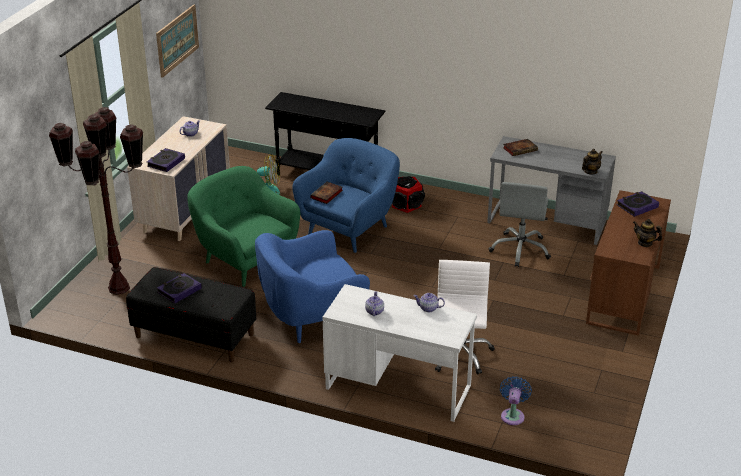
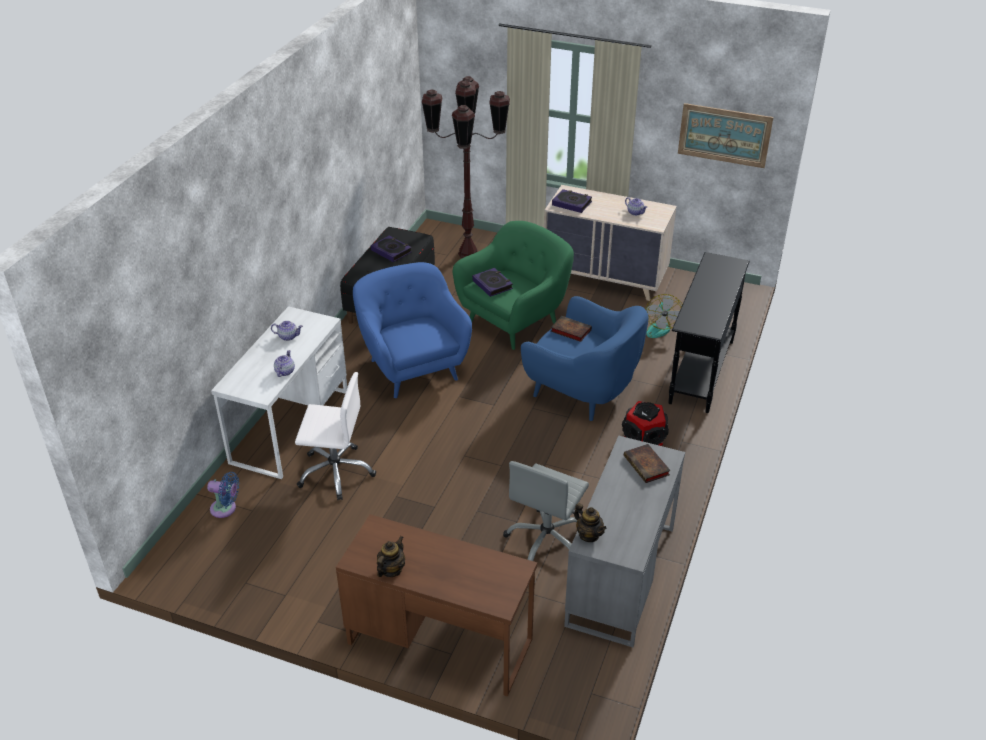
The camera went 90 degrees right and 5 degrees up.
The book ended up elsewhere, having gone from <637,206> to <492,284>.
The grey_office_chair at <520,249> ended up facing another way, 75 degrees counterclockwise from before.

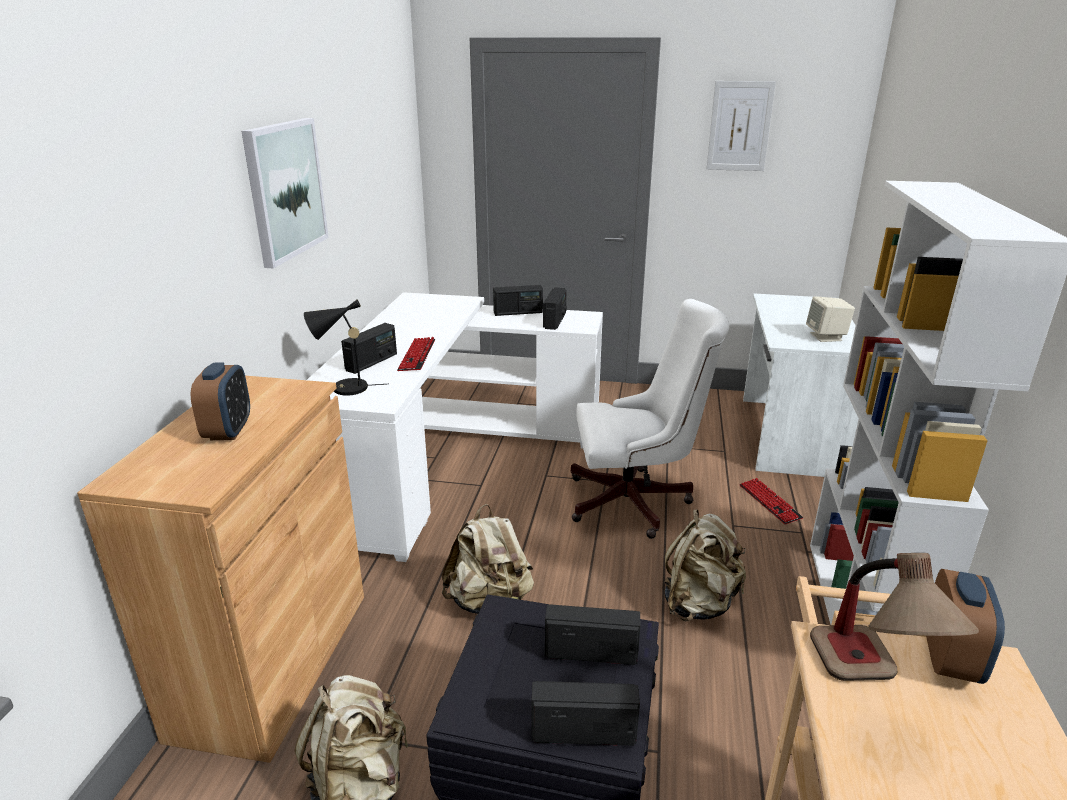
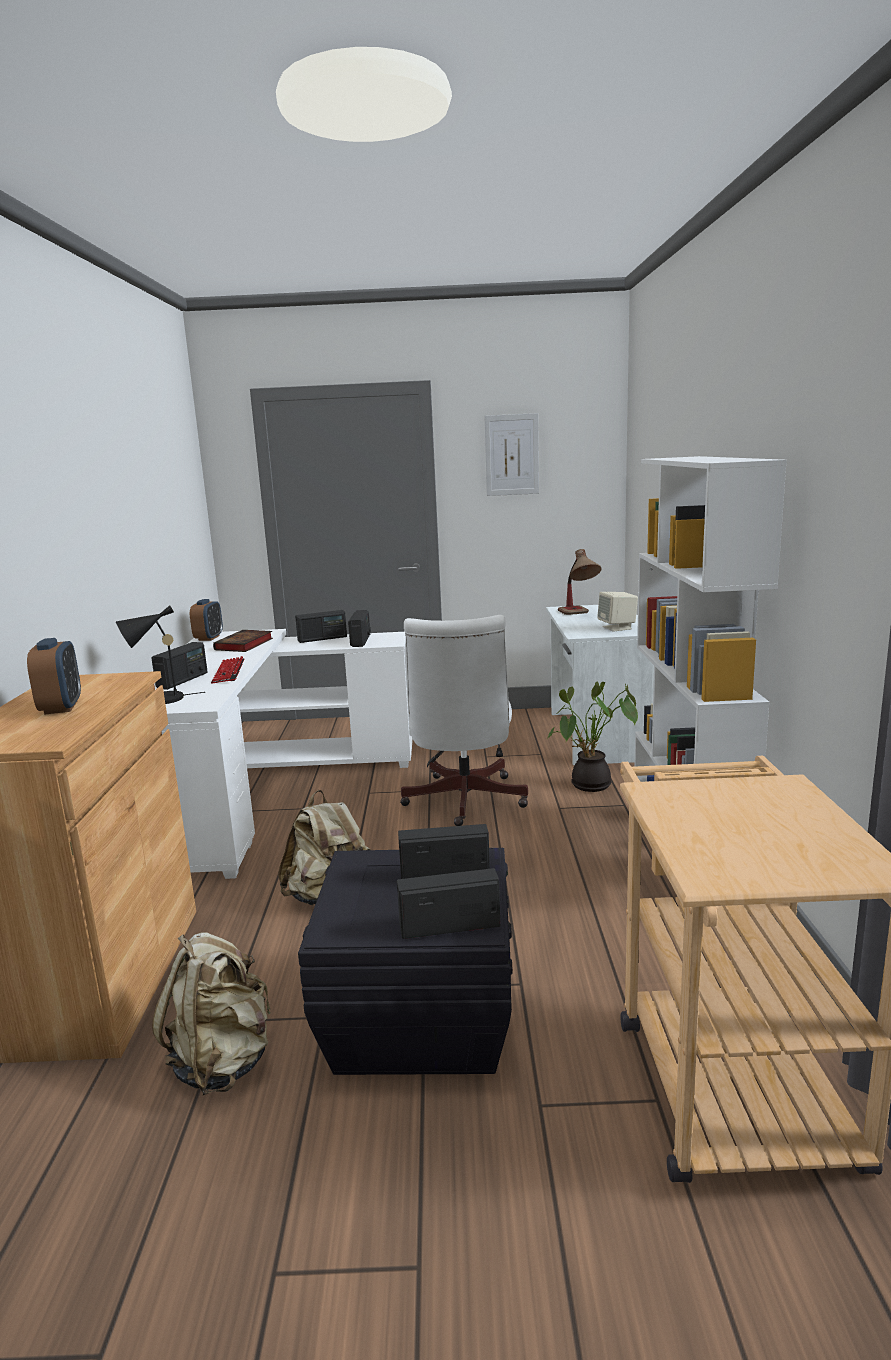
The camera went 10 degrees left and 10 degrees down.
The alarm_clock ended up elsewhere, having gone from <950,659> to <209,638>.
The second view gained the book at <244,645>.
The white_office_chair at <636,502> ended up facing another way, 105 degrees clockwise from before.
Where the keyboard stood at <769,502>, the potted_plant came to stand at <590,786>.
The table_lamp ended up elsewhere, having gone from <870,687> to <579,614>.
The second view lost the picture at <285,190>.
The second view lost the beige_backpack at <699,603>.

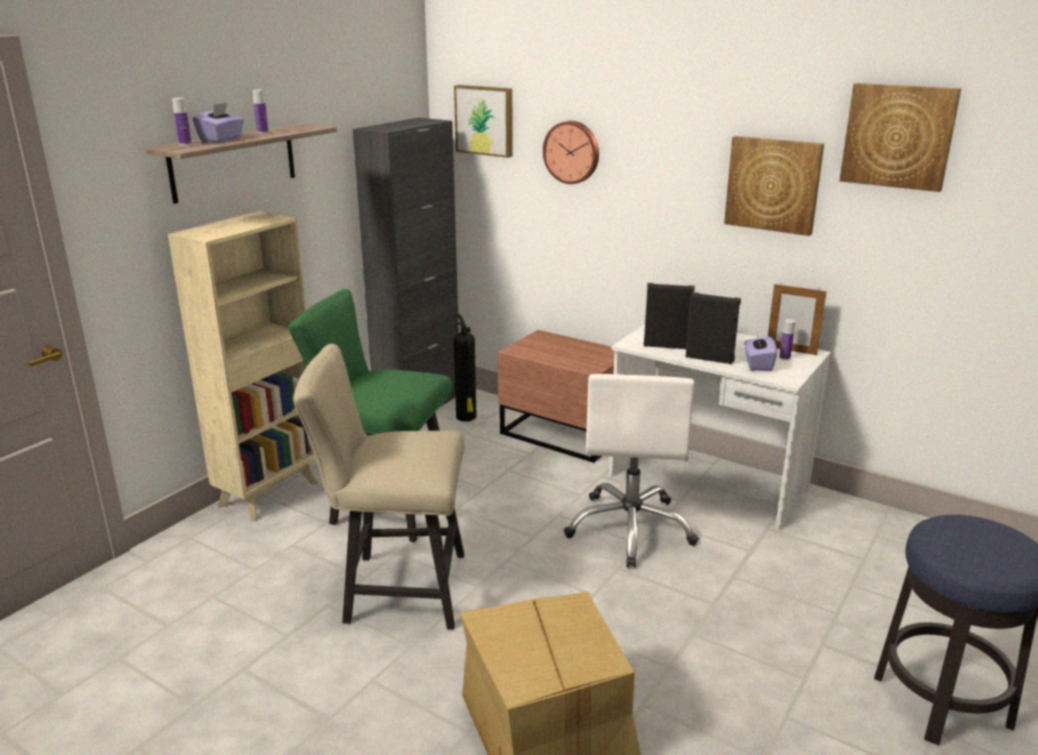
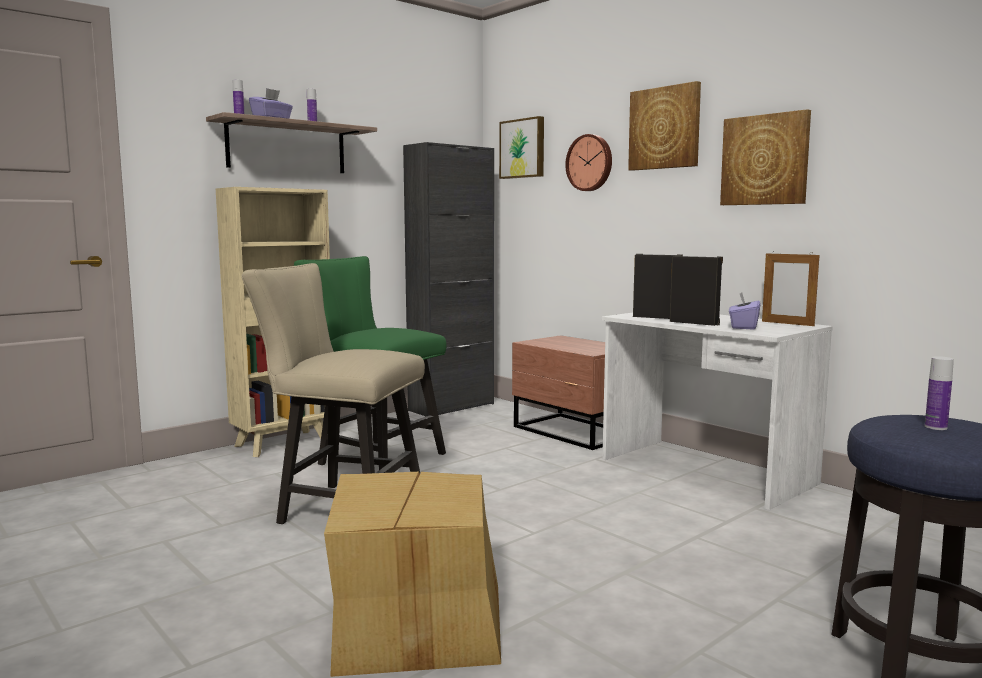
The camera went 15 degrees right and 15 degrees down.
The picture ended up elsewhere, having gone from <898,136> to <665,128>.
The bottle ended up elsewhere, having gone from <784,357> to <935,427>.
The second view lost the fire_extinguisher at <466,417>.
The second view lost the white_office_chair at <631,529>.

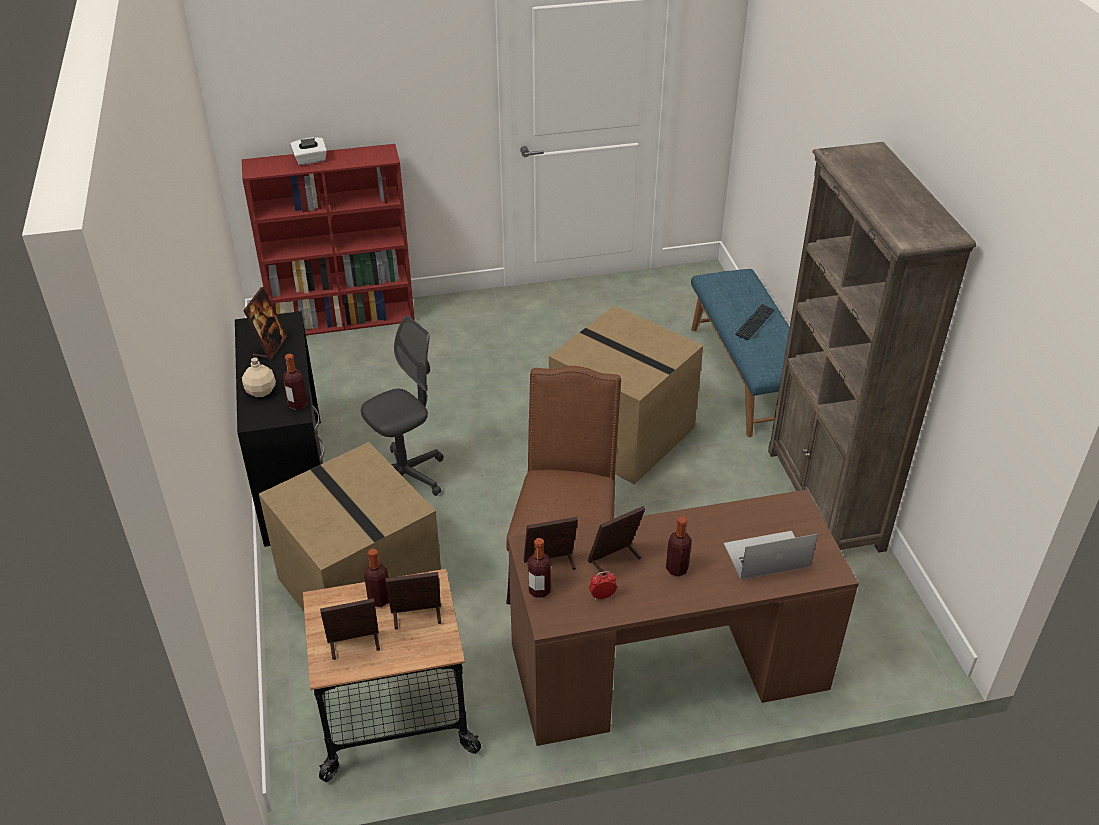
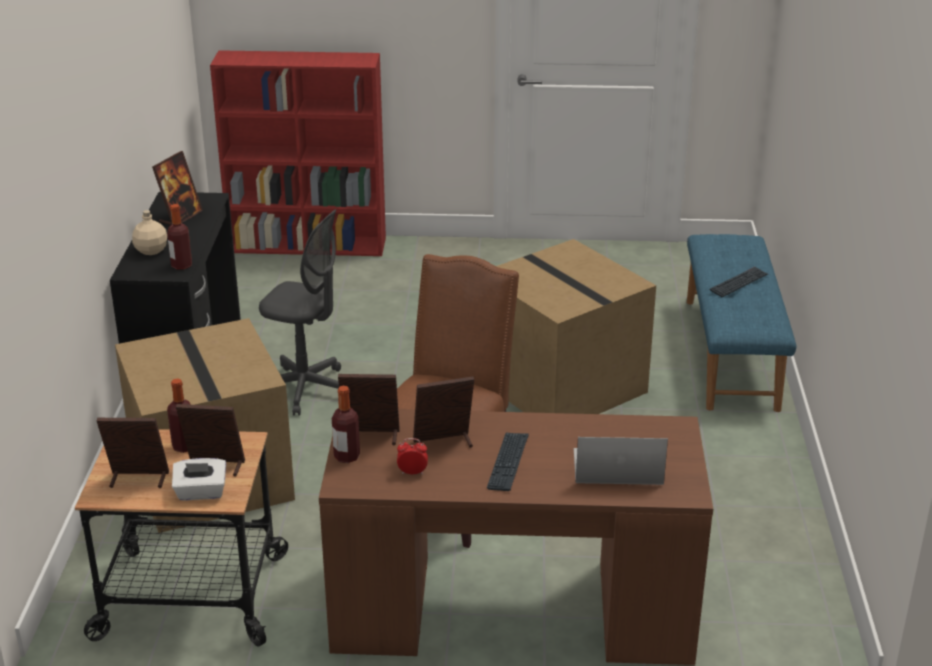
The camera went 15 degrees right and 10 degrees down.
The white_tissue_box ended up elsewhere, having gone from <310,160> to <201,493>.
The grey_office_chair at <405,477> ended up facing another way, 45 degrees clockwise from before.
Where the bottle stood at <677,569>, the keyboard came to stand at <508,462>.
The second view lost the brown_bookcase at <825,499>.

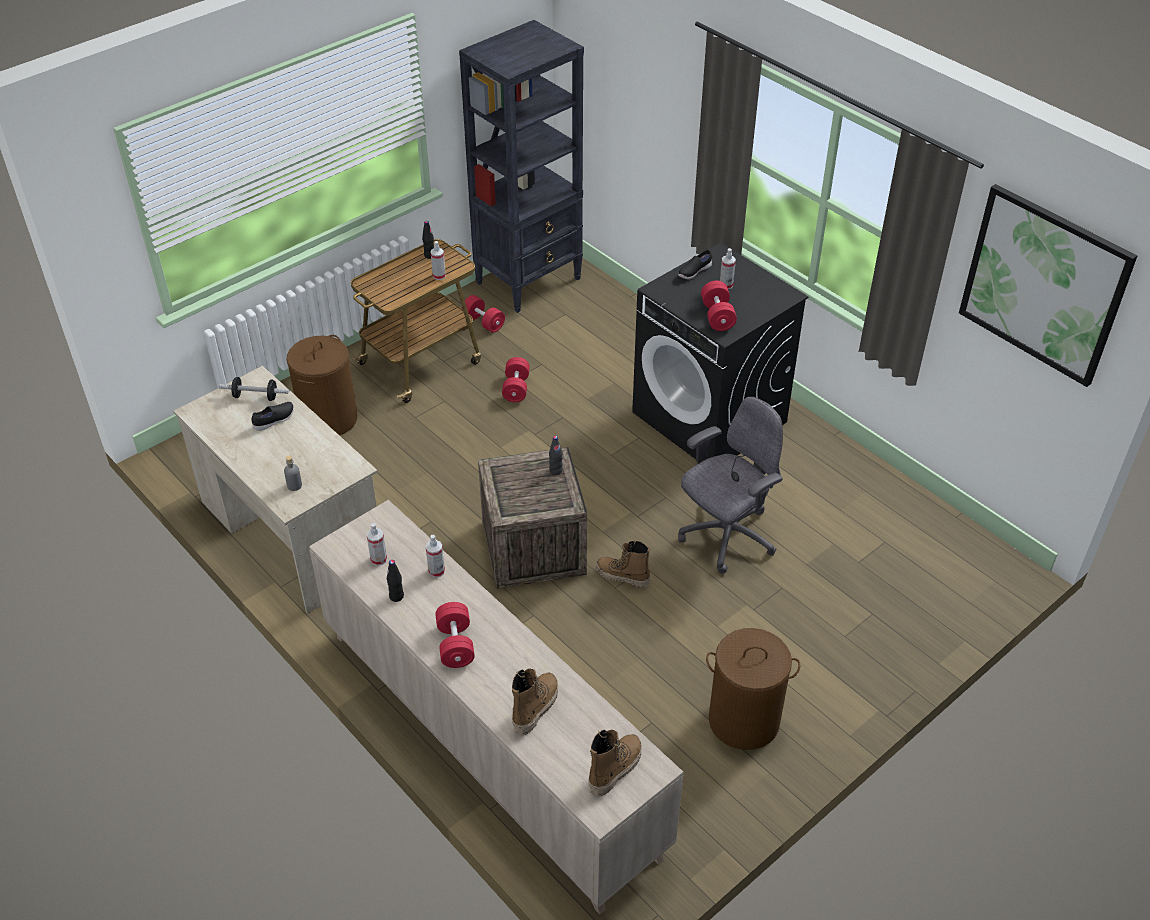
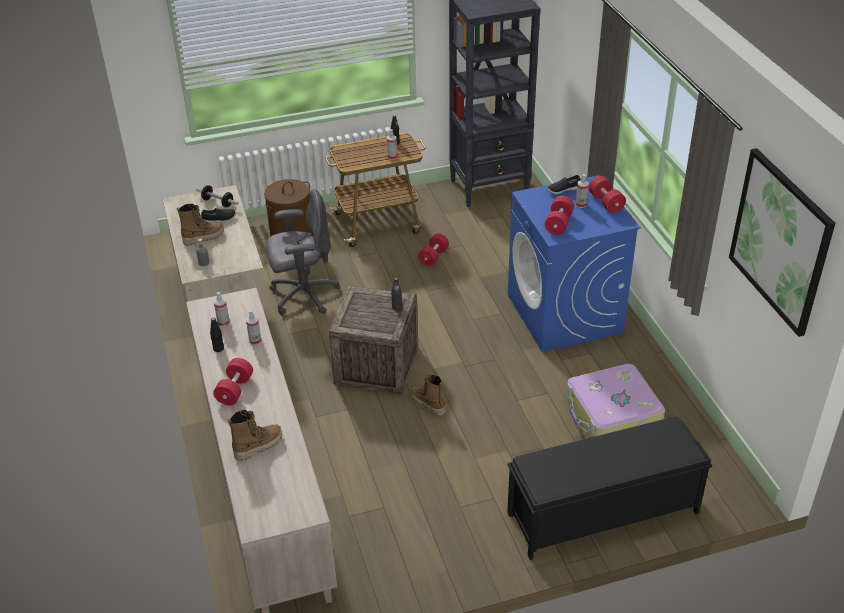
The camera went 25 degrees right and 5 degrees down.
The boot ended up elsewhere, having gone from <614,769> to <203,237>.
The grey_office_chair ended up elsewhere, having gone from <726,537> to <303,295>.
The second view gained the black_bench at <601,513>.
What was the black_washing_machine at <710,417> turned into the blue_washing_machine at <565,314>.
The second view gained the suitcase at <612,414>.
The red_dumbbell ended up elsewhere, having gone from <483,322> to <606,203>.
The second view lost the brown_laundry_basket at <743,720>.

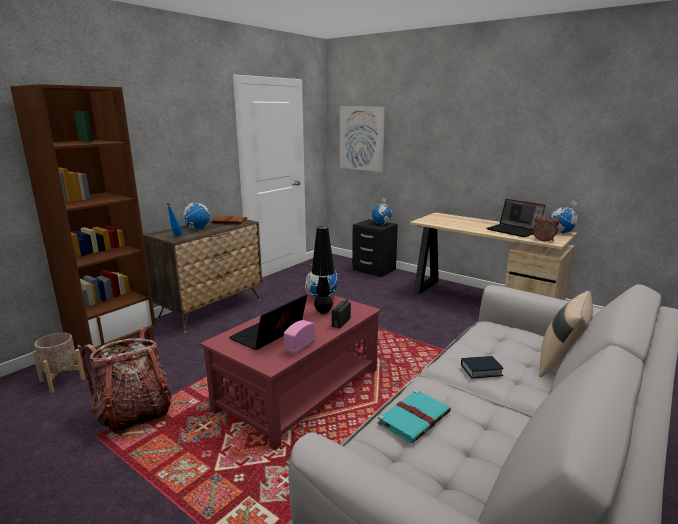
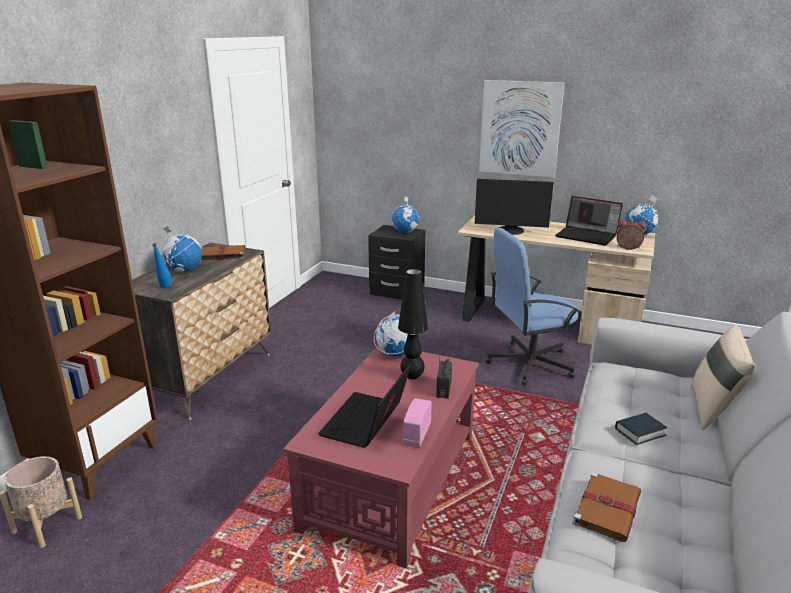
The camera went 15 degrees left and 5 degrees up.
The second view gained the monitor at <510,231>.
The picture ended up elsewhere, having gone from <361,138> to <519,128>.
The second view gained the blue_office_chair at <529,363>.
What was the turquoise_book at <415,417> turned into the brown_book at <607,507>.
The second view lost the backpack at <134,413>.

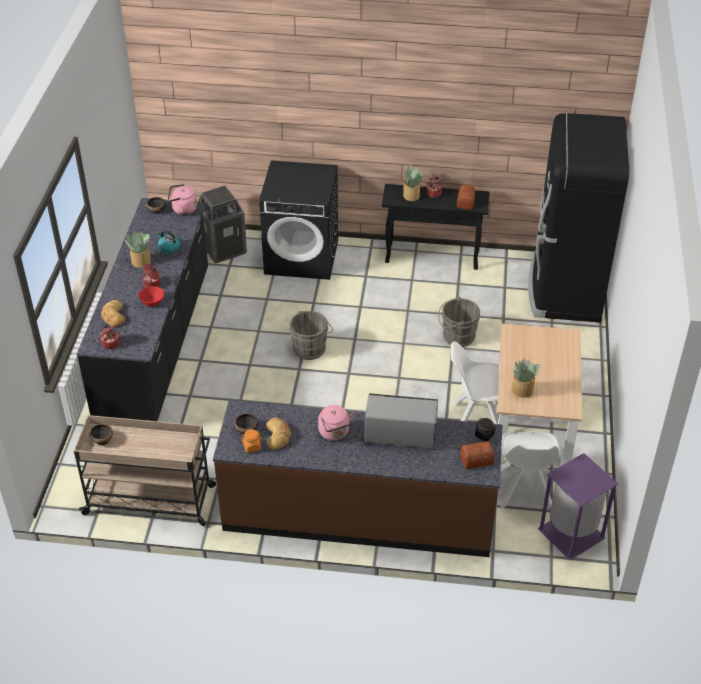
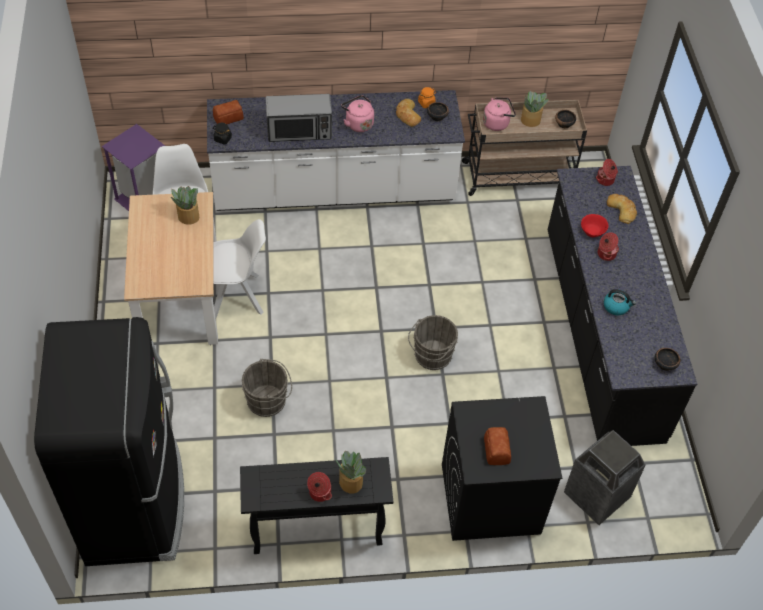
The camera went 165 degrees right and 10 degrees up.
What was the brown_counter at <359,514> turned into the white_counter at <334,190>.
The pink_kettle ended up elsewhere, having gone from <183,209> to <497,123>.
The bread ended up elsewhere, having gone from <466,201> to <496,450>.
The potted_plant ended up elsewhere, having gone from <140,261> to <531,120>.

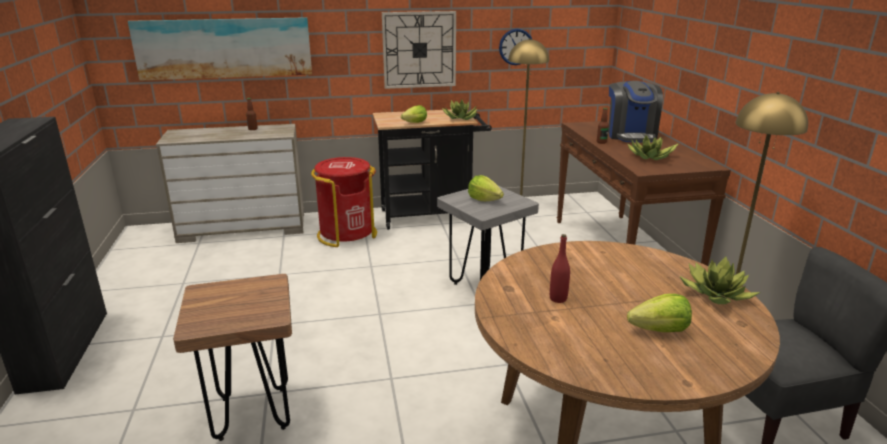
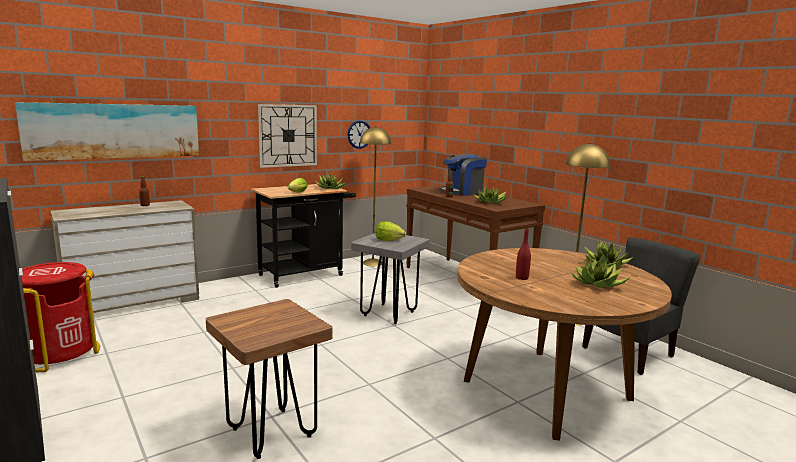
The camera went 25 degrees left and 10 degrees down.
The red_trash_can ended up elsewhere, having gone from <347,234> to <59,354>.
The coffee_machine at <631,135> ended up facing another way, 90 degrees clockwise from before.
Where the lettuce stood at <660,330>, the potted_plant came to stand at <598,284>.

